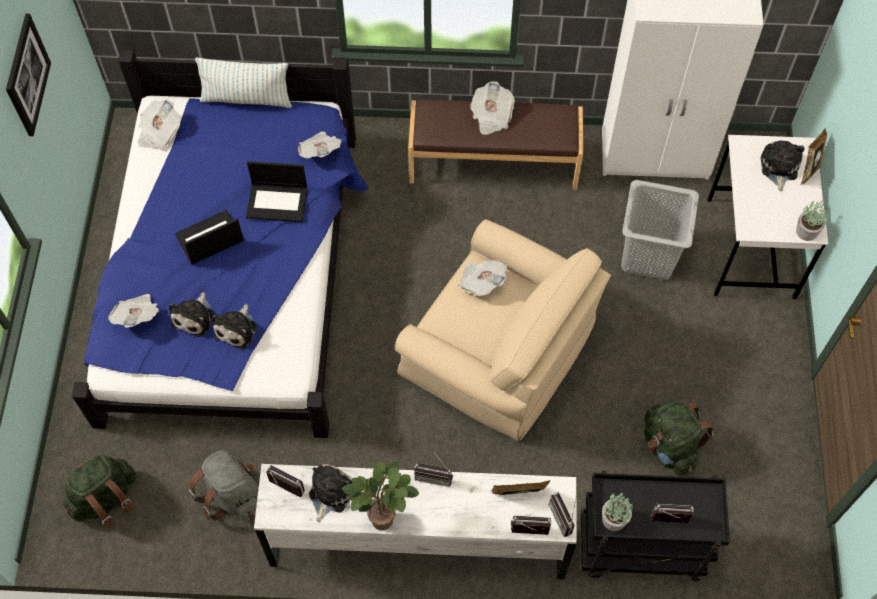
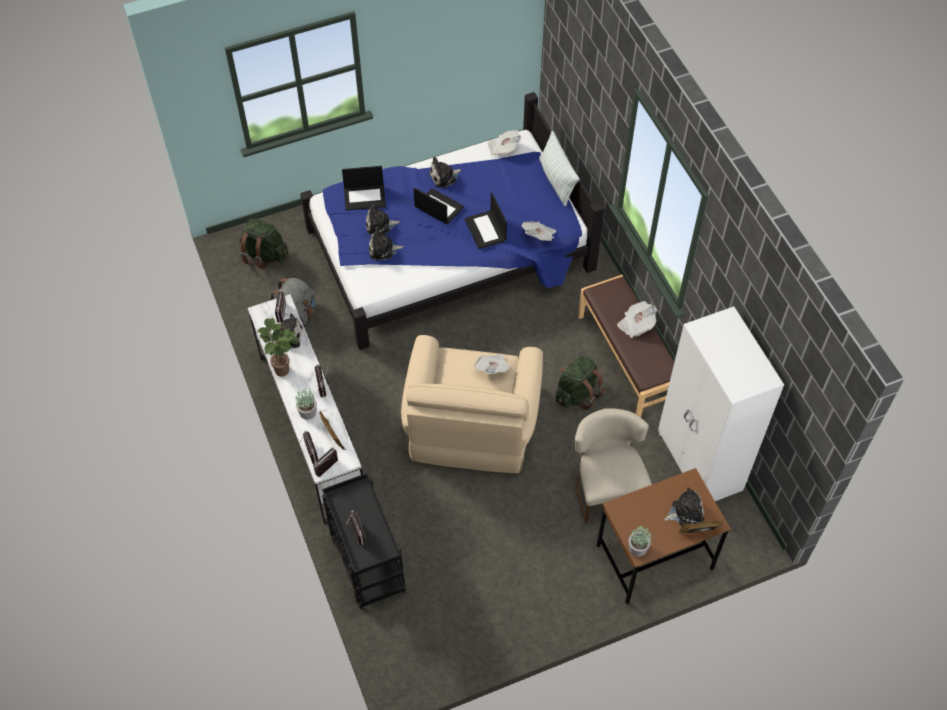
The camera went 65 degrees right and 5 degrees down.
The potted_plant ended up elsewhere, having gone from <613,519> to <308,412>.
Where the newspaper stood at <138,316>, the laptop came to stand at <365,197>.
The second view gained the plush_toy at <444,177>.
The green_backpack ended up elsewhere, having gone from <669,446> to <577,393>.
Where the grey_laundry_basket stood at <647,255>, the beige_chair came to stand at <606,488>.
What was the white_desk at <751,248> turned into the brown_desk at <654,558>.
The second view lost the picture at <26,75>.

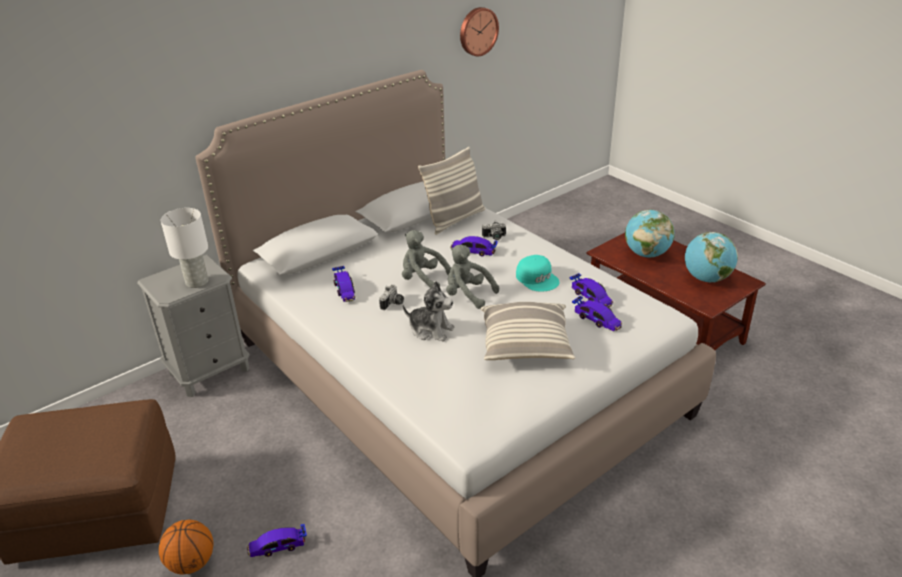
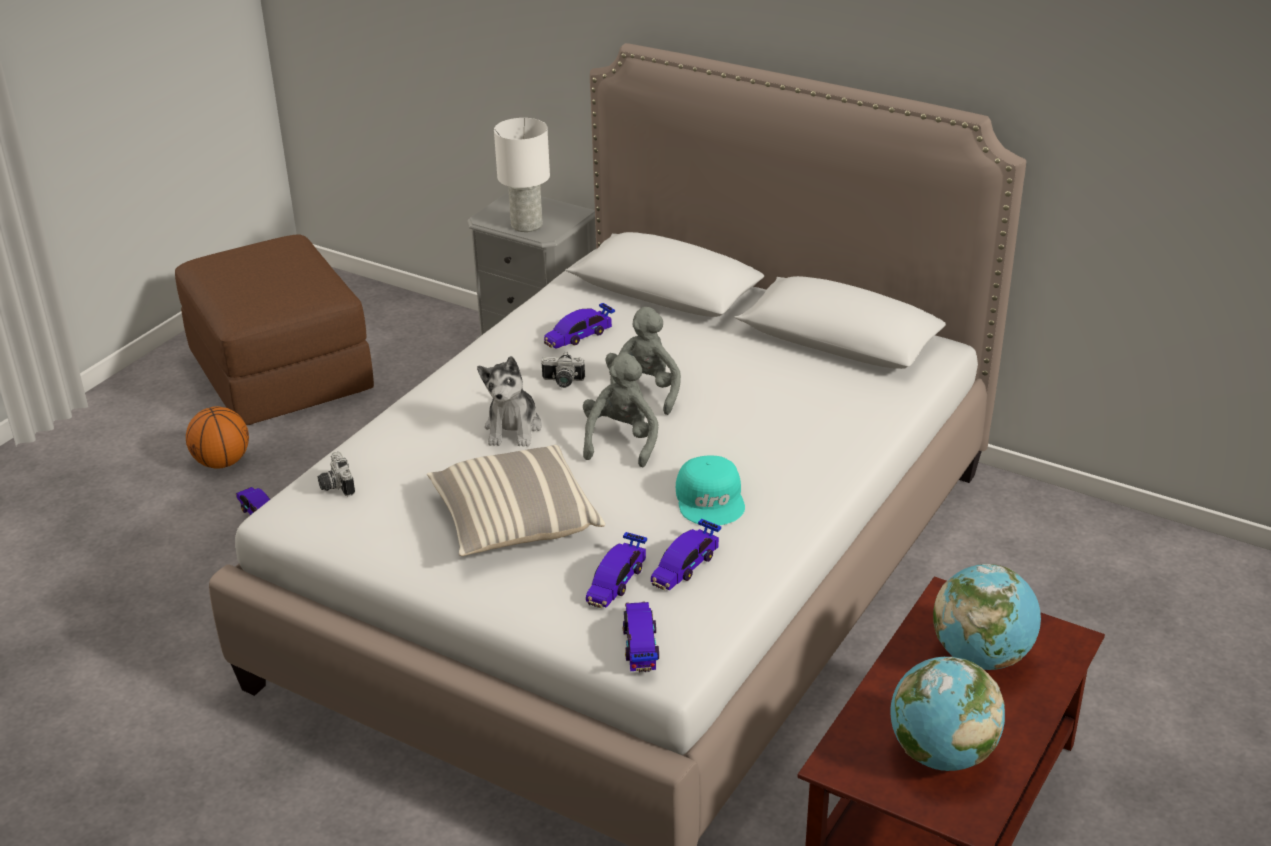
The camera went 70 degrees right and 0 degrees up.
The photo_camera ended up elsewhere, having gone from <494,238> to <335,486>.
The toy_car ended up elsewhere, having gone from <473,251> to <640,643>.
The turquoise_cap at <537,278> ended up facing another way, 45 degrees counterclockwise from before.
The second view lost the pillow at <454,219>.
The second view lost the wall_clock at <477,31>.

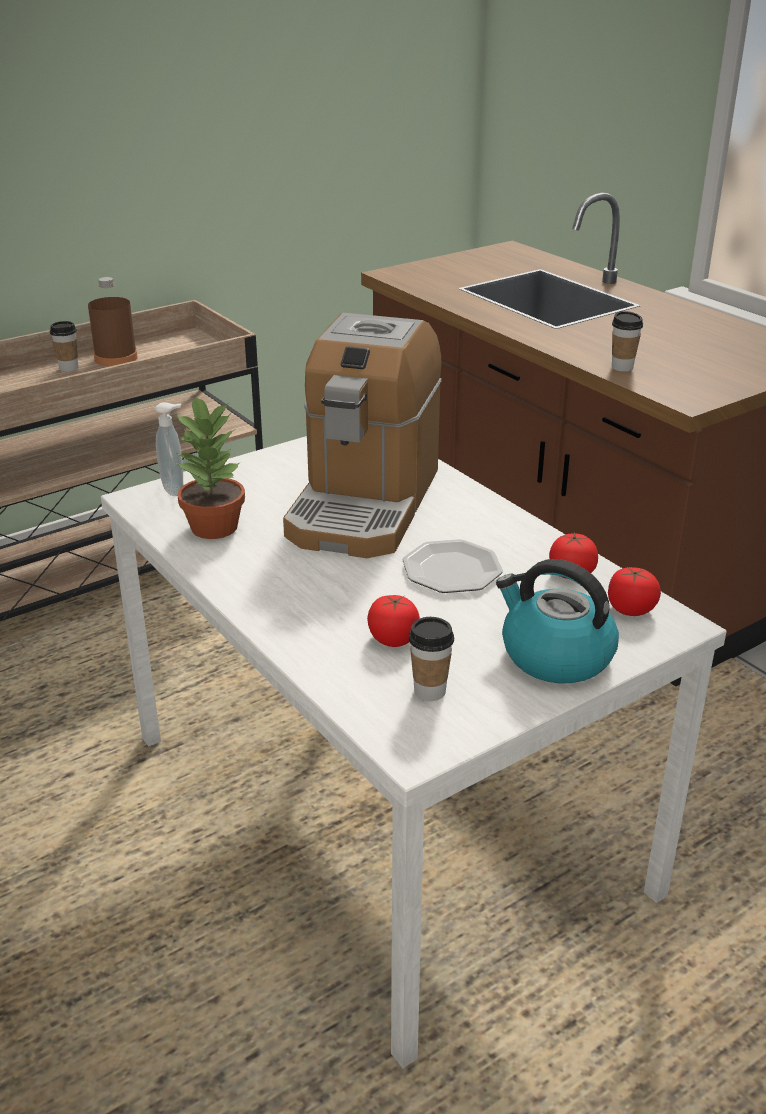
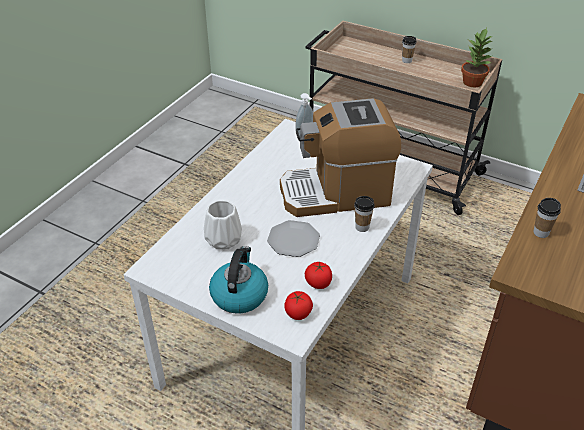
The camera went 65 degrees right and 10 degrees up.
Where the tomato stood at <393,639>, the white_vase came to stand at <224,239>.
The cup ended up elsewhere, having gone from <429,691> to <362,227>.
The potted_plant ended up elsewhere, having gone from <215,526> to <473,82>.
The second view lost the brown_bottle at <116,358>.

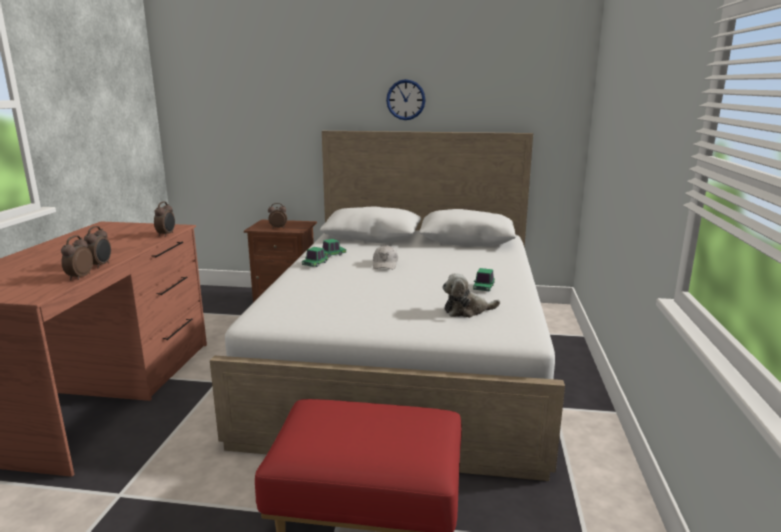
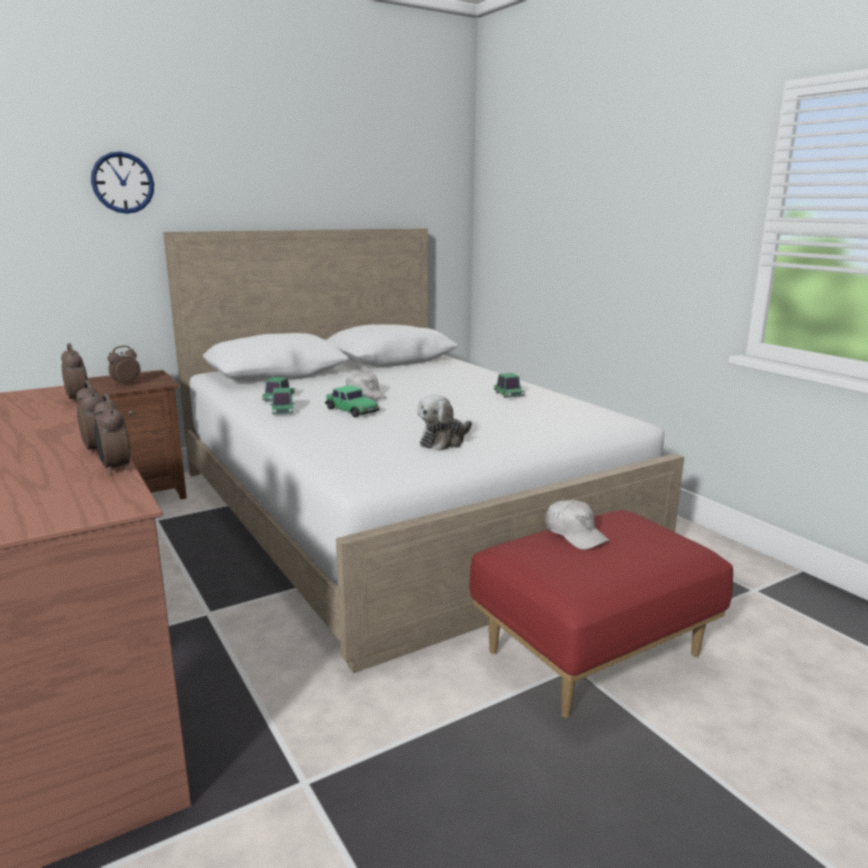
The camera went 40 degrees left and 0 degrees up.
The wall_clock ended up elsewhere, having gone from <405,99> to <123,183>.
The second view gained the toy_car at <352,410>.
The plush_toy ended up elsewhere, having gone from <467,310> to <444,441>.
The second view gained the white_cap at <575,534>.

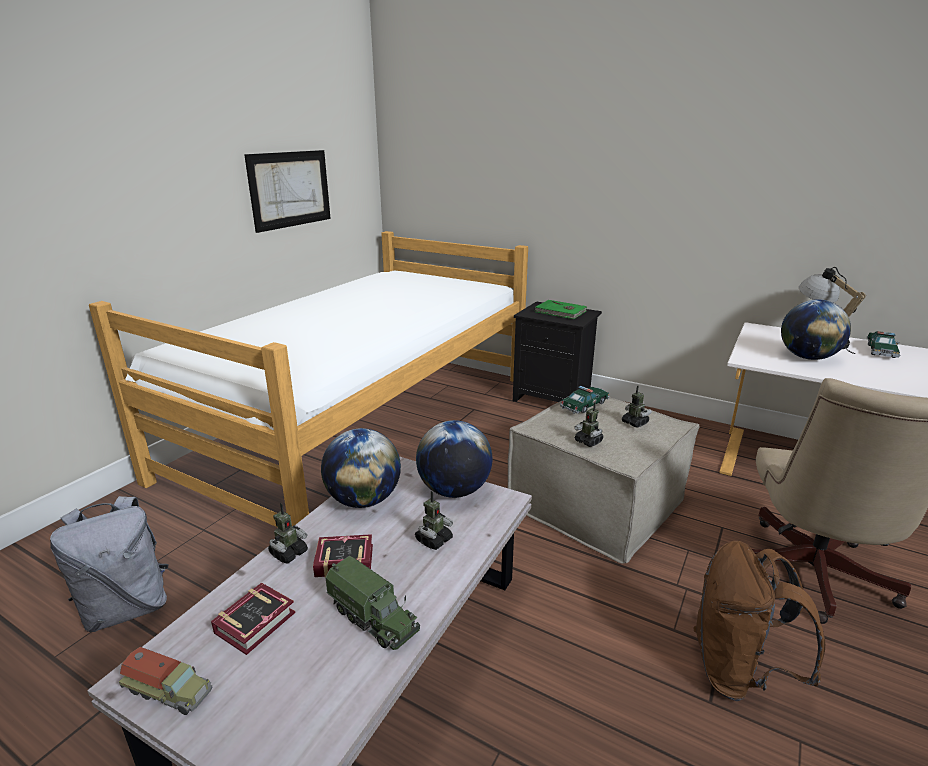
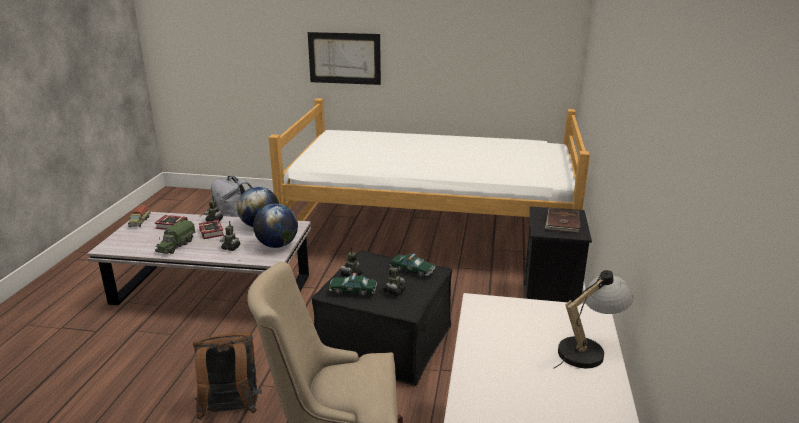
The camera went 70 degrees right and 0 degrees up.
The picture ended up elsewhere, having gone from <290,189> to <344,58>.
What was the beige_ottoman at <595,503> turned into the black_ottoman at <386,342>.
The toy_car ended up elsewhere, having gone from <880,351> to <353,290>.
What was the green_book at <560,312> turned into the brown_book at <562,222>.
The second view lost the globe at <807,357>.

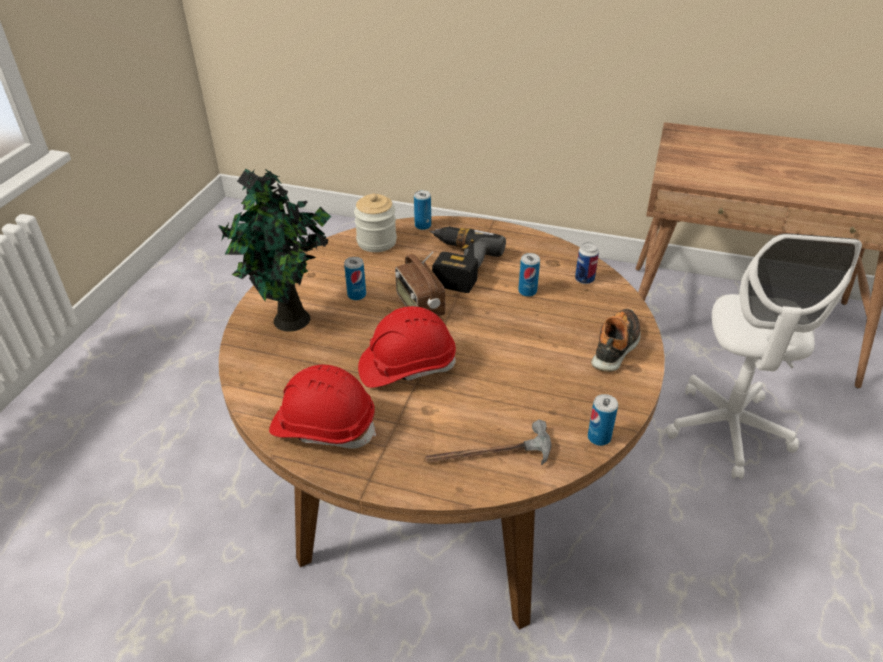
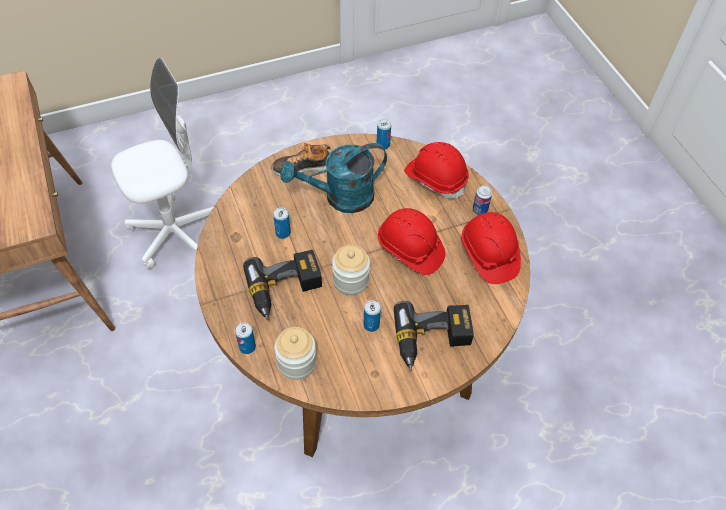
The camera went 130 degrees left and 15 degrees up.
The second view gained the turquoise_watering_can at <340,198>.
Where the radio stood at <419,306>, the jar came to stand at <350,280>.
Where the potted_plant stood at <291,322>, the power_drill came to stand at <432,341>.
Where the hammer stood at <488,454>, the red_hard_hat came to stand at <435,178>.
The can ended up elsewhere, having gone from <584,279> to <480,210>.

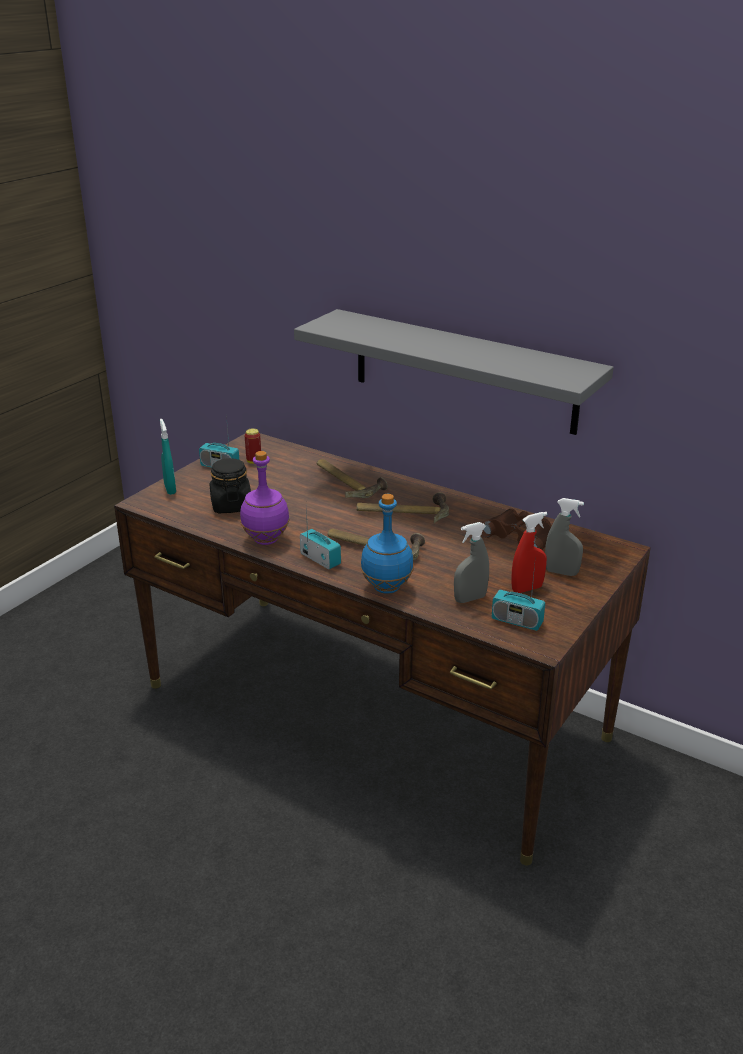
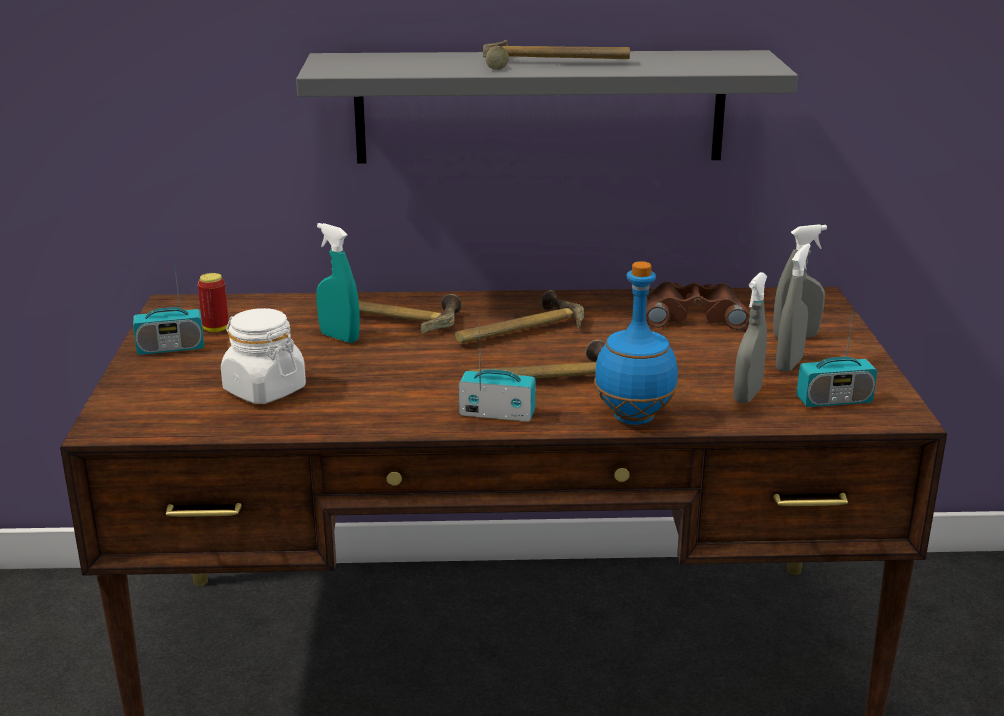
The camera went 35 degrees left and 5 degrees down.
What was the black_jar at <231,505> turned into the white_jar at <264,390>.
The turquoise_spray_bottle ended up elsewhere, having gone from <170,489> to <339,337>.
The second view gained the hammer at <555,64>.
What was the red_spray_bottle at <527,589> turned into the grey_spray_bottle at <789,364>.
The second view lost the purple_bottle at <266,540>.

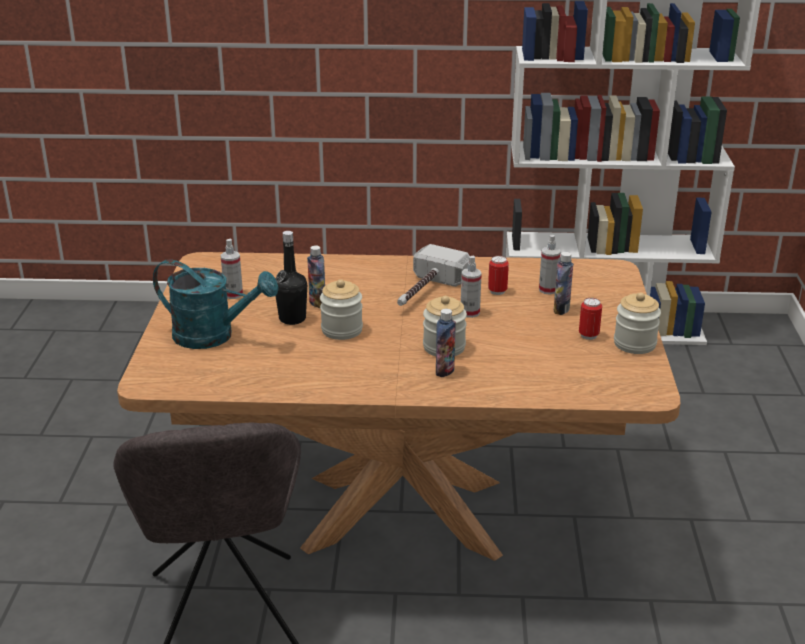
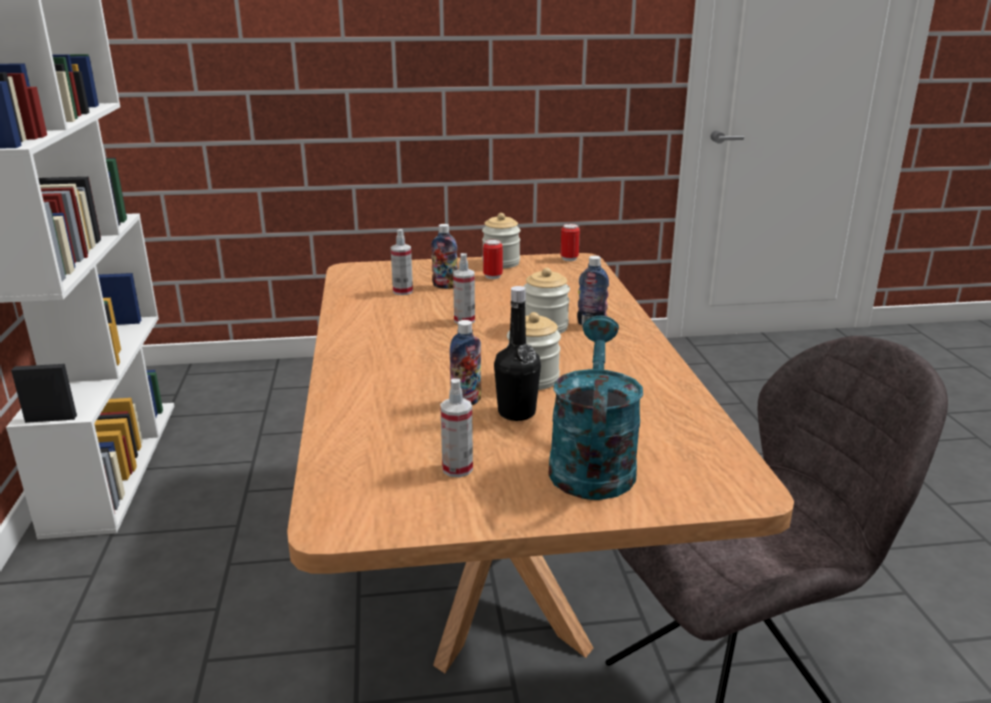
The camera went 100 degrees left and 5 degrees down.
The can ended up elsewhere, having gone from <497,291> to <569,259>.
The second view lost the hammer at <425,292>.

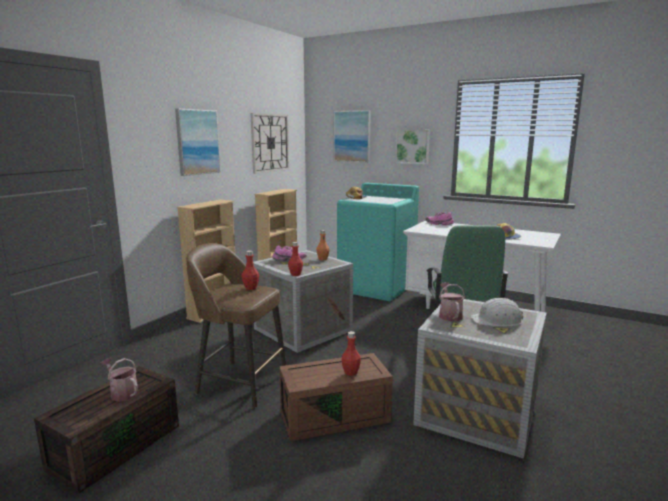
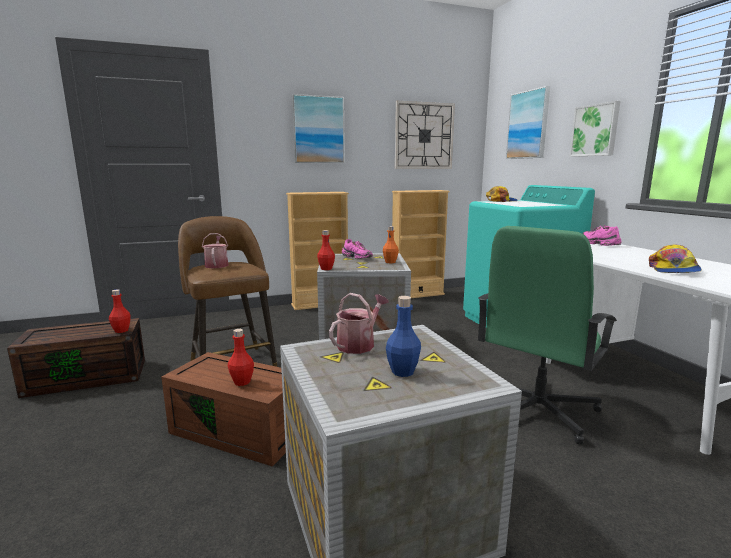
The camera went 40 degrees right and 0 degrees up.
The red_bottle ended up elsewhere, having gone from <251,288> to <121,330>.
The watering_can ended up elsewhere, having gone from <122,392> to <217,265>.
Where the white_hard_hat stood at <497,320>, the blue_bottle came to stand at <402,371>.

